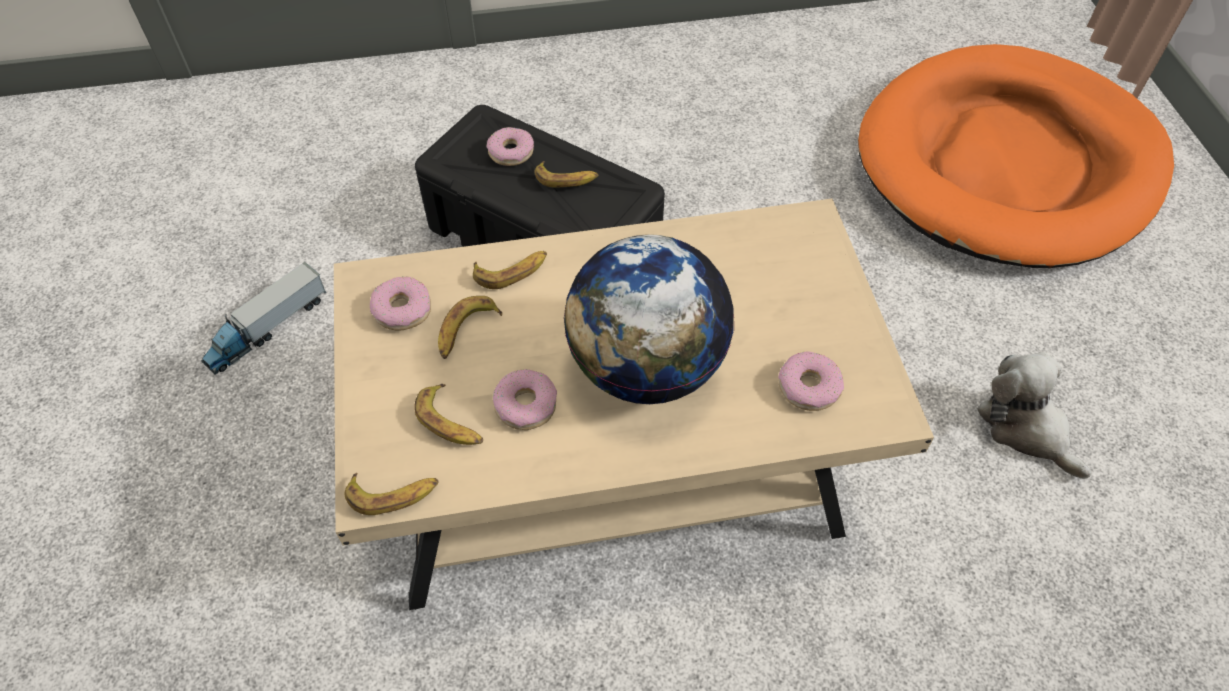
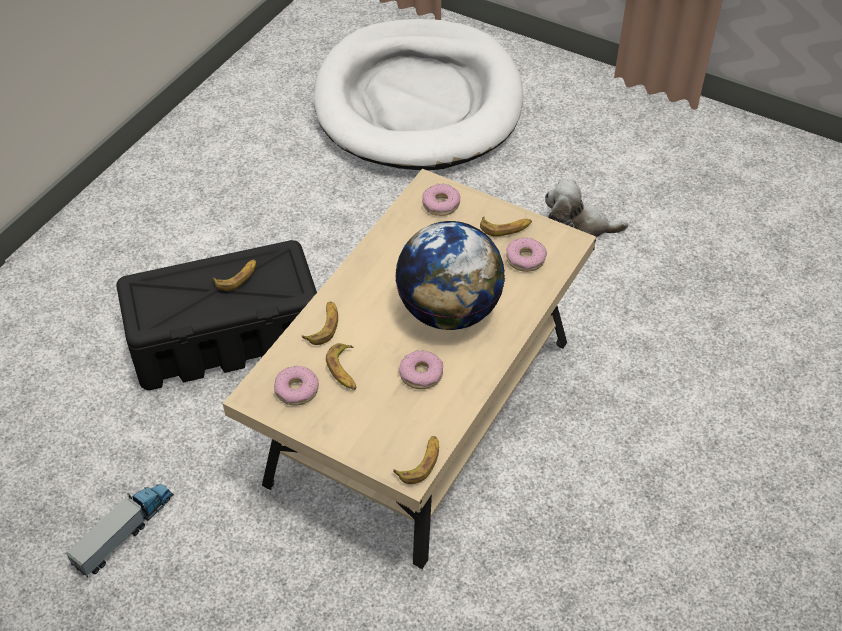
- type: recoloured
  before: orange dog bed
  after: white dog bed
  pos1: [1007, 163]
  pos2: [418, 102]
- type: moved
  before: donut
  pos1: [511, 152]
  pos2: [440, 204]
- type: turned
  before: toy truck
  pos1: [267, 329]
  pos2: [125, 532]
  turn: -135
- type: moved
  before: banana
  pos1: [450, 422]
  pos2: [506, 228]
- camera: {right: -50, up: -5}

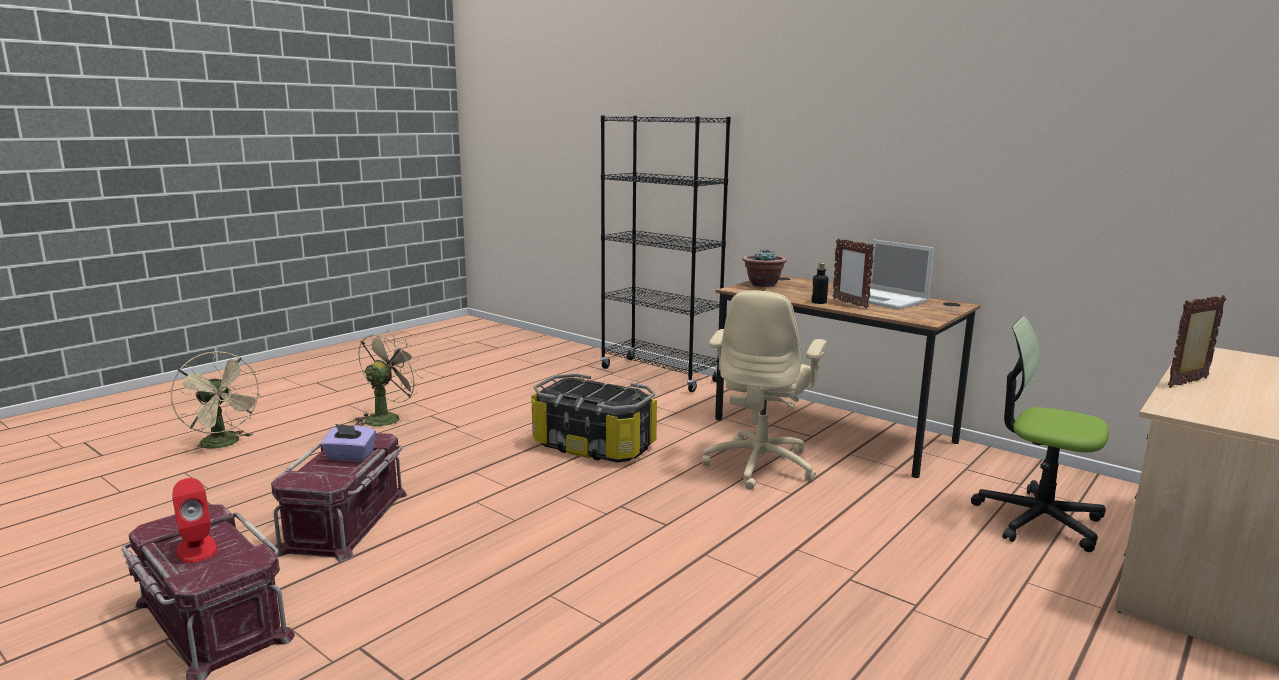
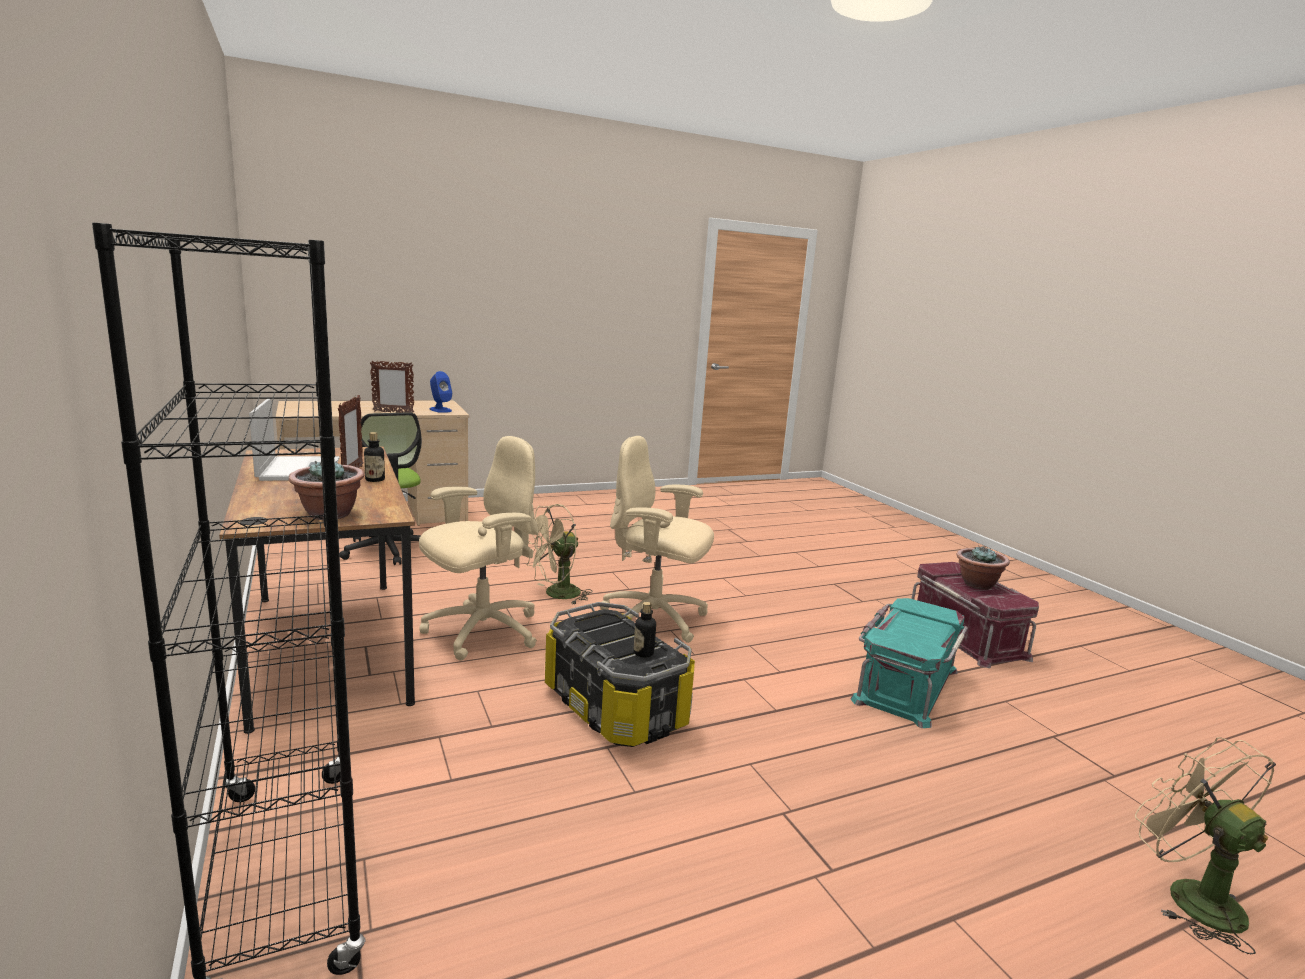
- type: moved
  before: beige fan
  pos1: [387, 418]
  pos2: [556, 595]
- type: removed
  before: purple tissue box
  pos1: [350, 456]
- type: recoloured
  before: red storage box
  after: turquoise storage box
  pos1: [346, 522]
  pos2: [904, 684]
- type: replaced
  before: red speaker
  after: potted plant
  pos1: [197, 549]
  pos2: [977, 584]
- type: added
  after: blue speaker
  pos2: [440, 410]
- type: added
  after: beige office chair
  pos2: [655, 620]
- type: added
  after: bottle
  pos2: [643, 653]
- camera: {right: -155, up: 0}

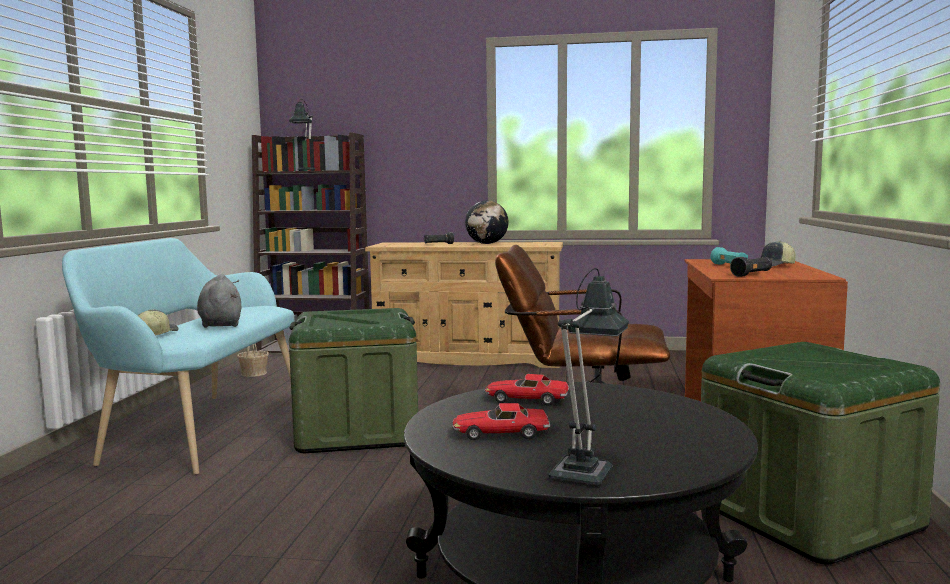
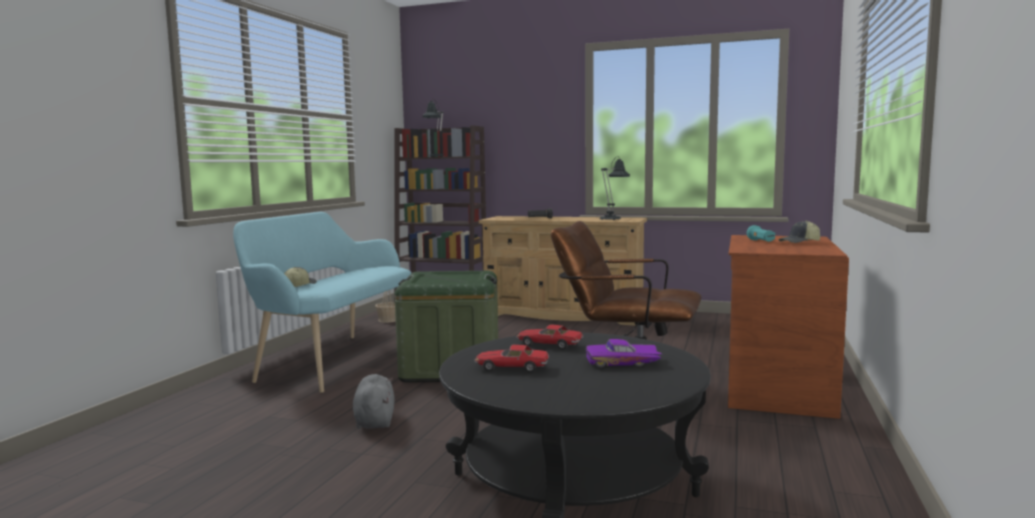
- type: removed
  before: globe
  pos1: [487, 243]
- type: removed
  before: black flashlight
  pos1: [752, 275]
- type: moved
  before: table lamp
  pos1: [585, 469]
  pos2: [612, 219]
- type: moved
  before: grey plush toy
  pos1: [220, 324]
  pos2: [374, 420]
- type: removed
  before: green storage box
  pos1: [808, 515]
- type: added
  after: purple toy car
  pos2: [623, 363]
- camera: {right: 10, up: 0}

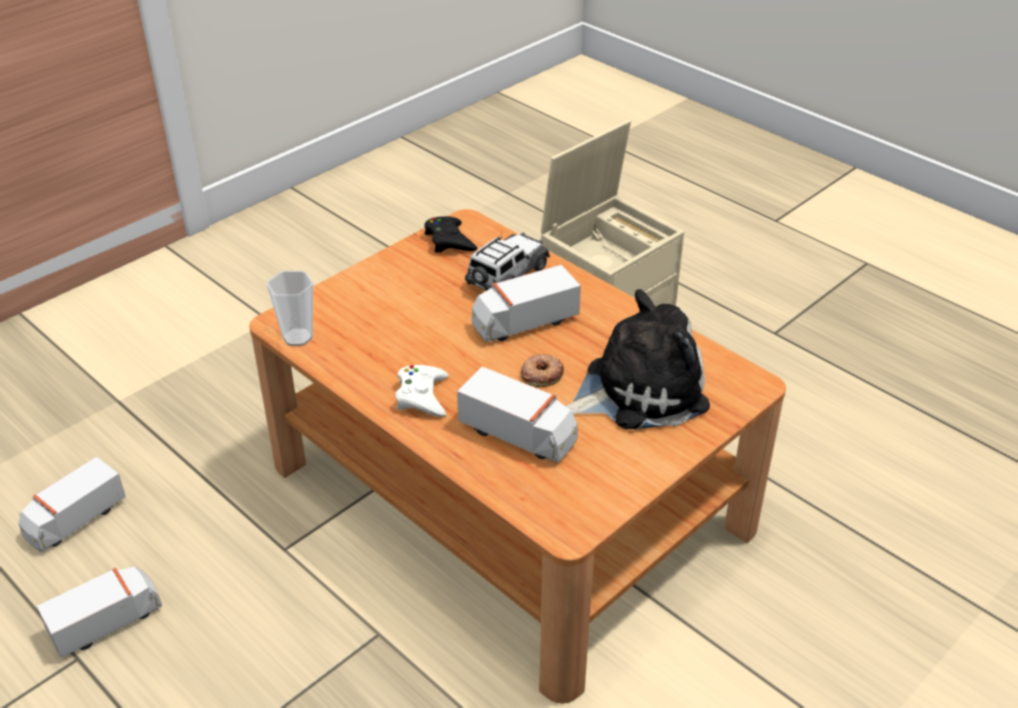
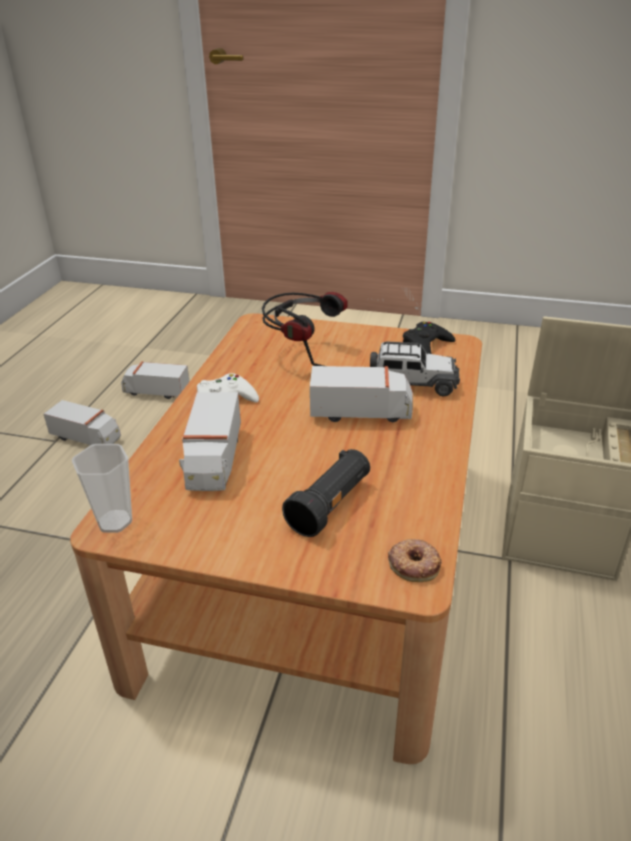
- type: turned
  before: toy truck
  pos1: [524, 323]
  pos2: [361, 412]
  turn: 150
- type: moved
  before: cup
  pos1: [297, 338]
  pos2: [114, 521]
- type: replaced
  before: plush toy
  after: black flashlight
  pos1: [637, 390]
  pos2: [330, 505]
- type: moved
  before: donut
  pos1: [541, 374]
  pos2: [414, 564]
- type: added
  after: headphones
  pos2: [302, 354]
- camera: {right: 60, up: -5}

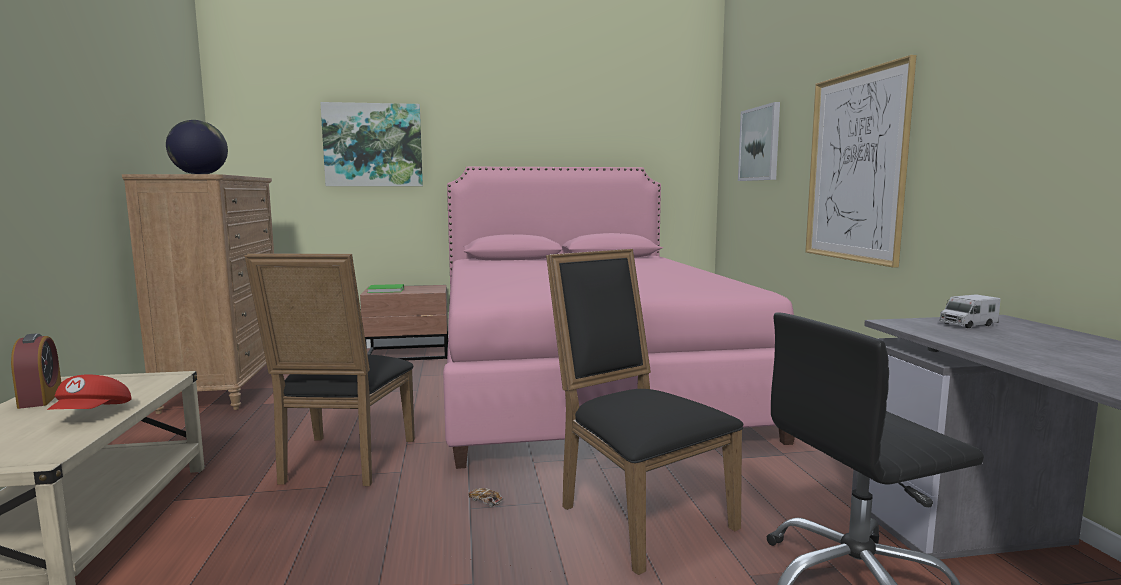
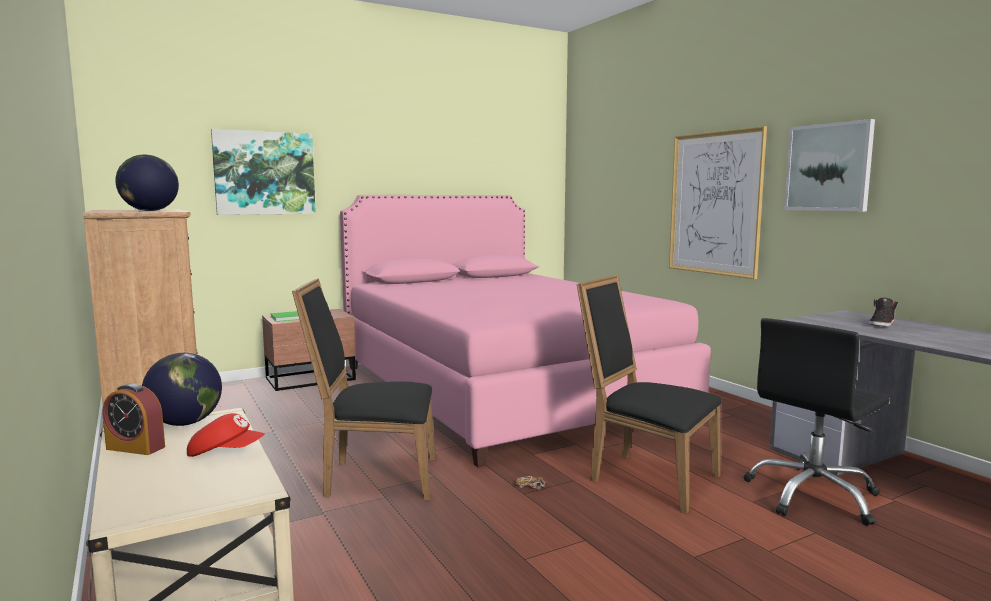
- type: moved
  before: picture
  pos1: [760, 144]
  pos2: [828, 167]
- type: turned
  before: black chair
  pos1: [342, 463]
  pos2: [375, 478]
  turn: 105
- type: removed
  before: toy truck
  pos1: [967, 324]
- type: turned
  before: alarm clock
  pos1: [40, 399]
  pos2: [135, 448]
  turn: 150
- type: turned
  before: red cap
  pos1: [93, 414]
  pos2: [226, 453]
  turn: -60
- type: added
  after: black shoe
  pos2: [882, 324]
- type: added
  after: globe
  pos2: [185, 423]
- camera: {right: -20, up: 0}

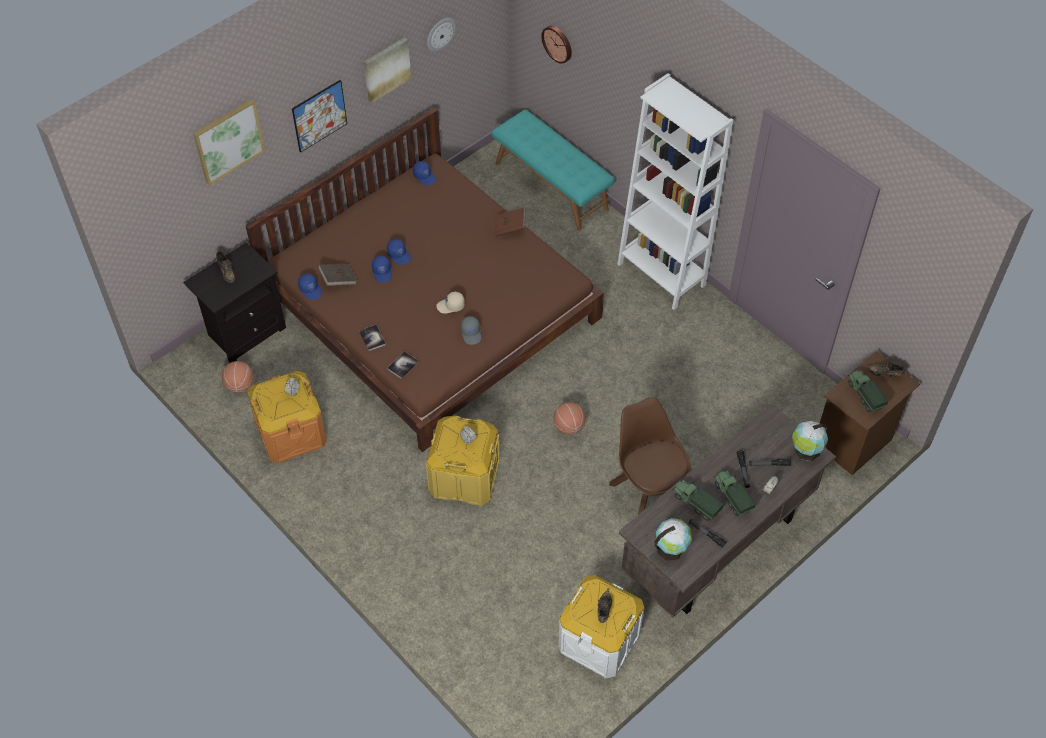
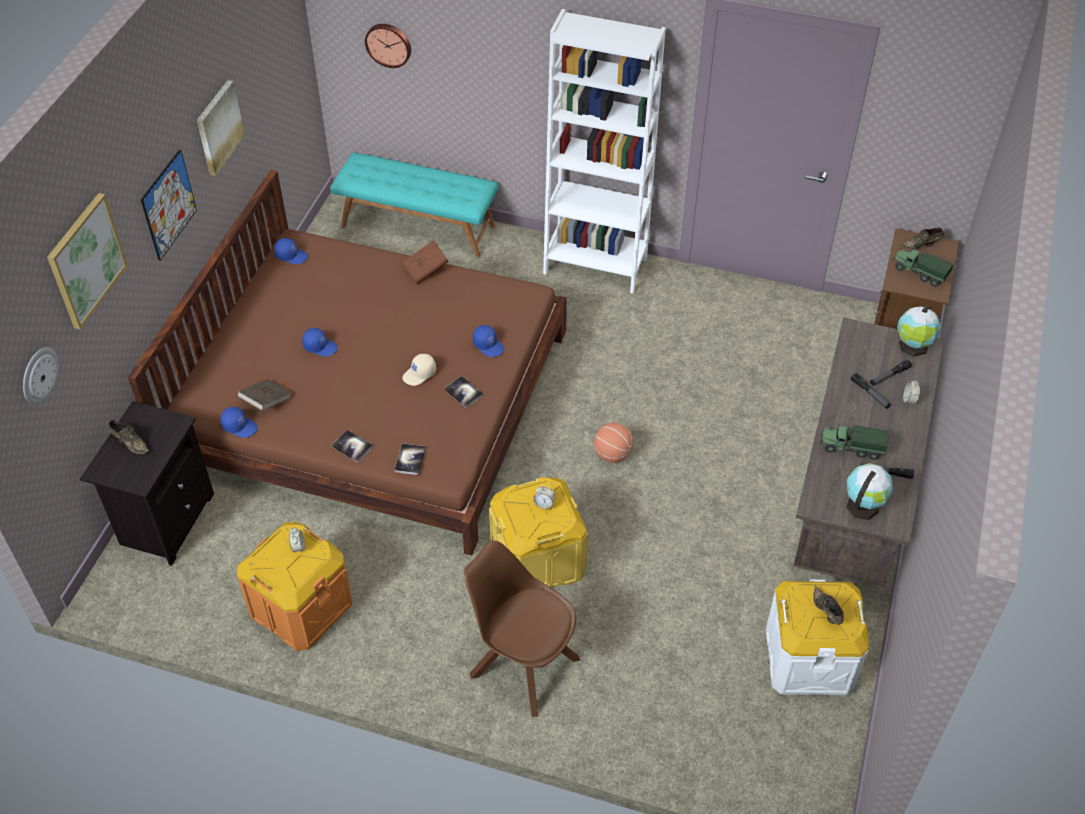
- type: moved
  before: wall clock
  pos1: [440, 34]
  pos2: [39, 375]
- type: moved
  before: blue cap
  pos1: [382, 272]
  pos2: [489, 345]
- type: replaced
  before: grey cap
  after: book
  pos1: [471, 333]
  pos2: [464, 392]
- type: removed
  before: basketball
  pos1: [240, 385]
- type: moved
  before: brown chair
  pos1: [647, 493]
  pos2: [522, 665]
- type: removed
  before: toy truck
  pos1: [732, 497]
- camera: {right: -30, up: -5}

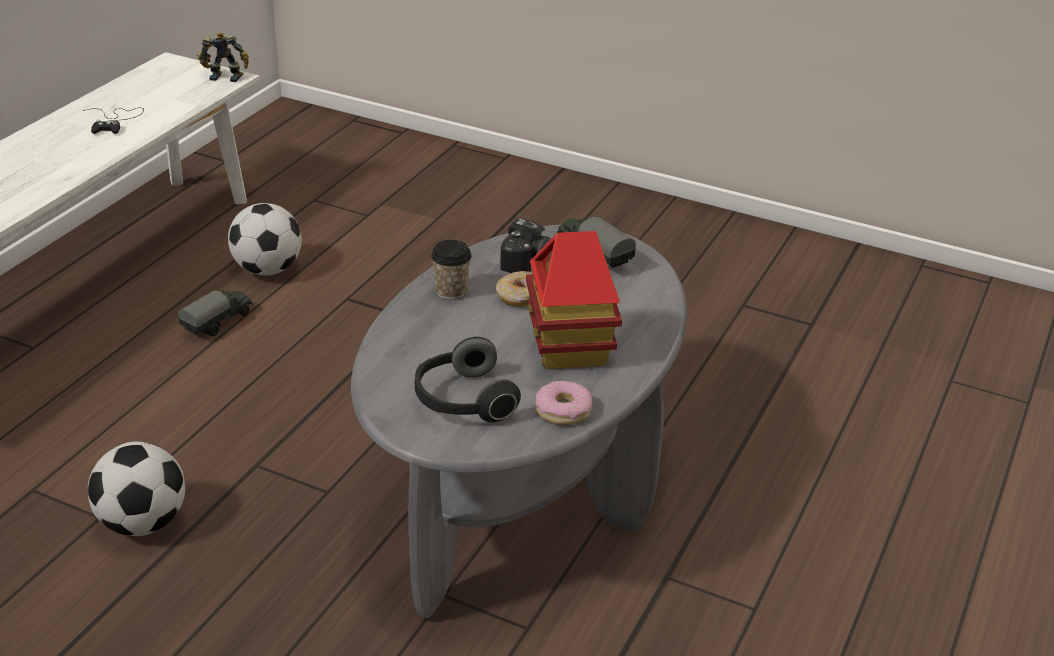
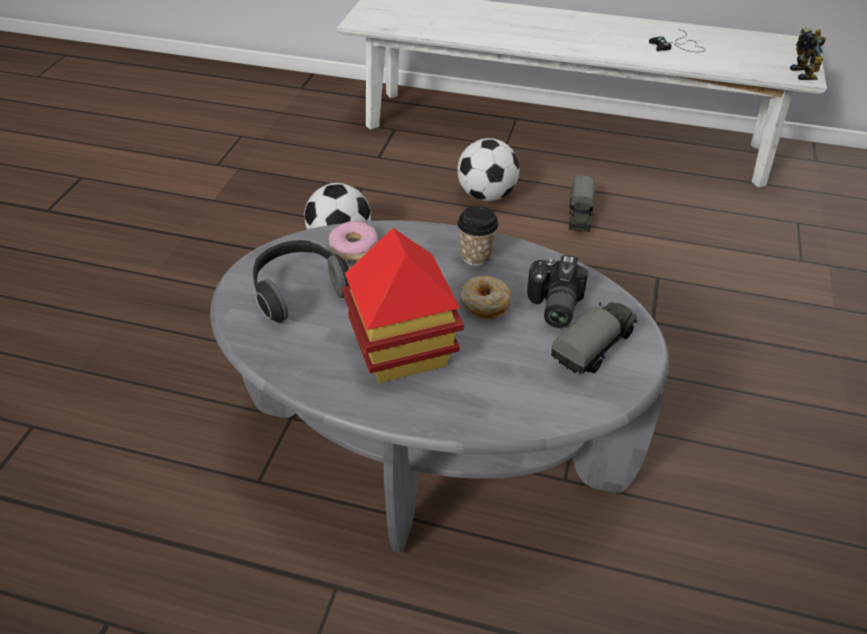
- type: moved
  before: football
  pos1: [267, 269]
  pos2: [486, 195]
- type: turned
  before: toy truck
  pos1: [218, 323]
  pos2: [579, 216]
  turn: 75
- type: moved
  before: donut
  pos1: [563, 410]
  pos2: [353, 247]
- camera: {right: 80, up: 10}

